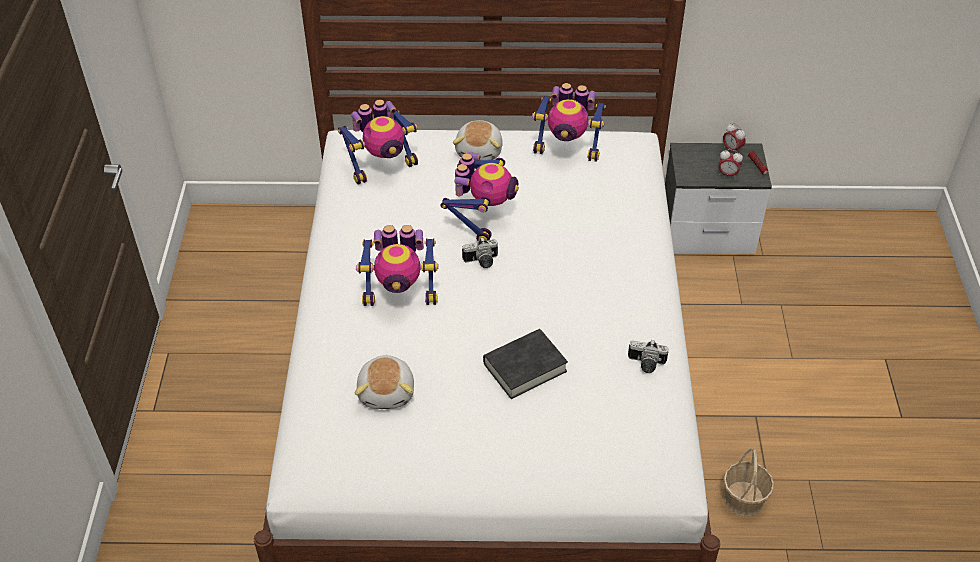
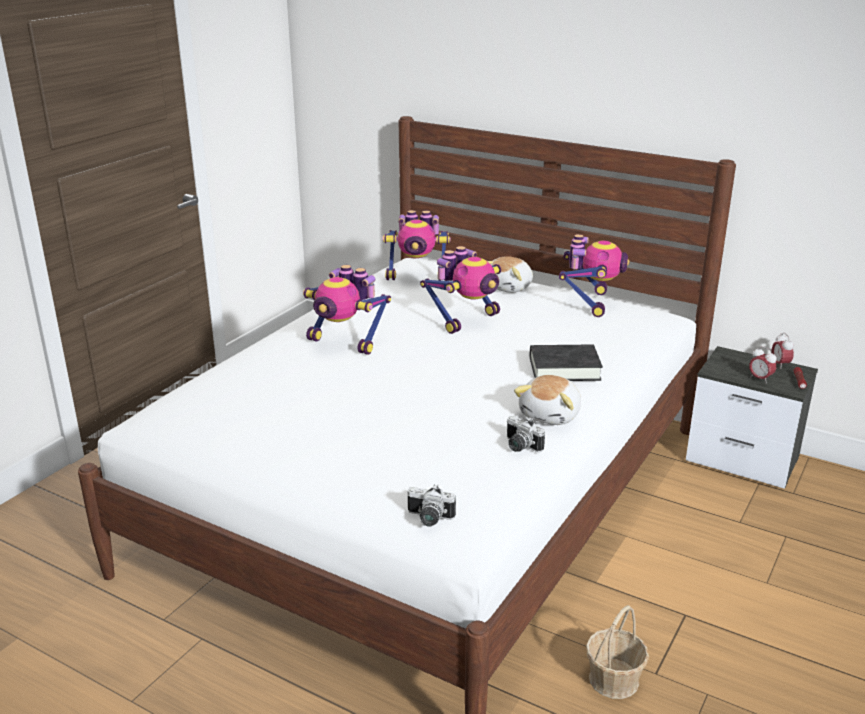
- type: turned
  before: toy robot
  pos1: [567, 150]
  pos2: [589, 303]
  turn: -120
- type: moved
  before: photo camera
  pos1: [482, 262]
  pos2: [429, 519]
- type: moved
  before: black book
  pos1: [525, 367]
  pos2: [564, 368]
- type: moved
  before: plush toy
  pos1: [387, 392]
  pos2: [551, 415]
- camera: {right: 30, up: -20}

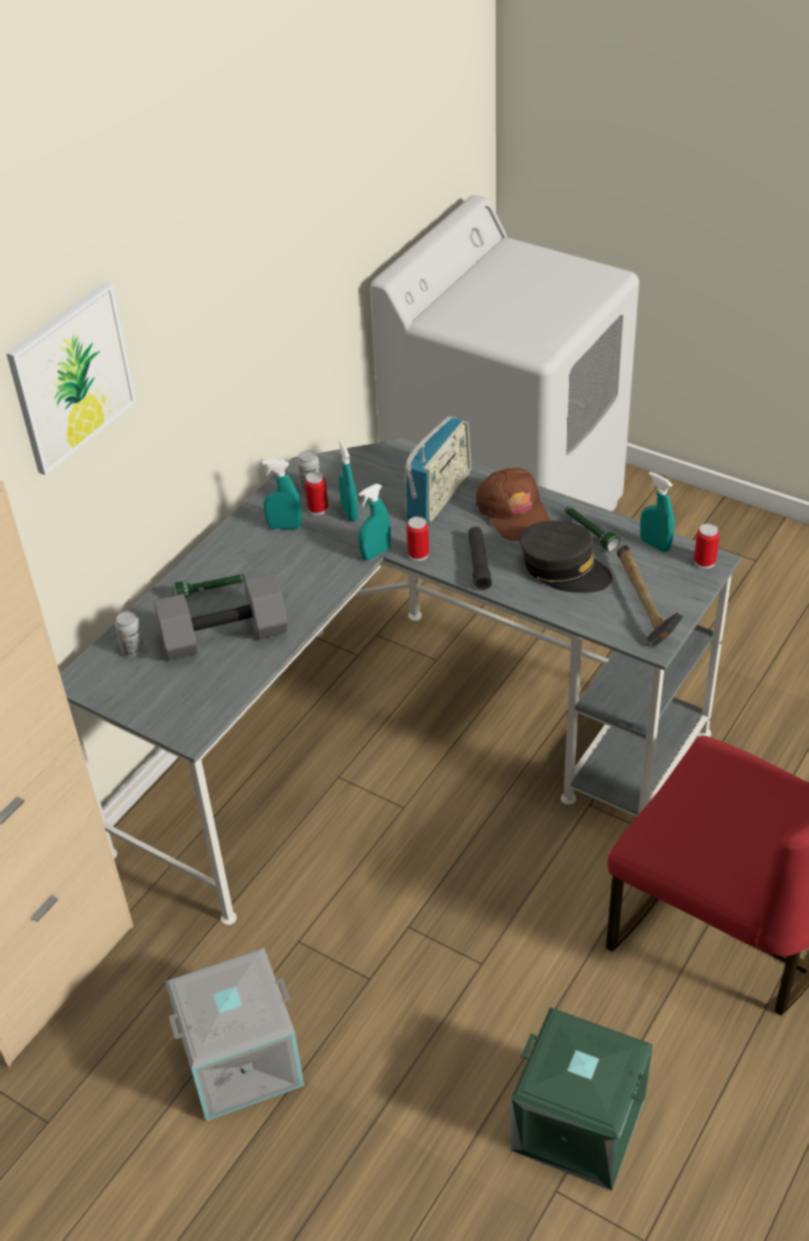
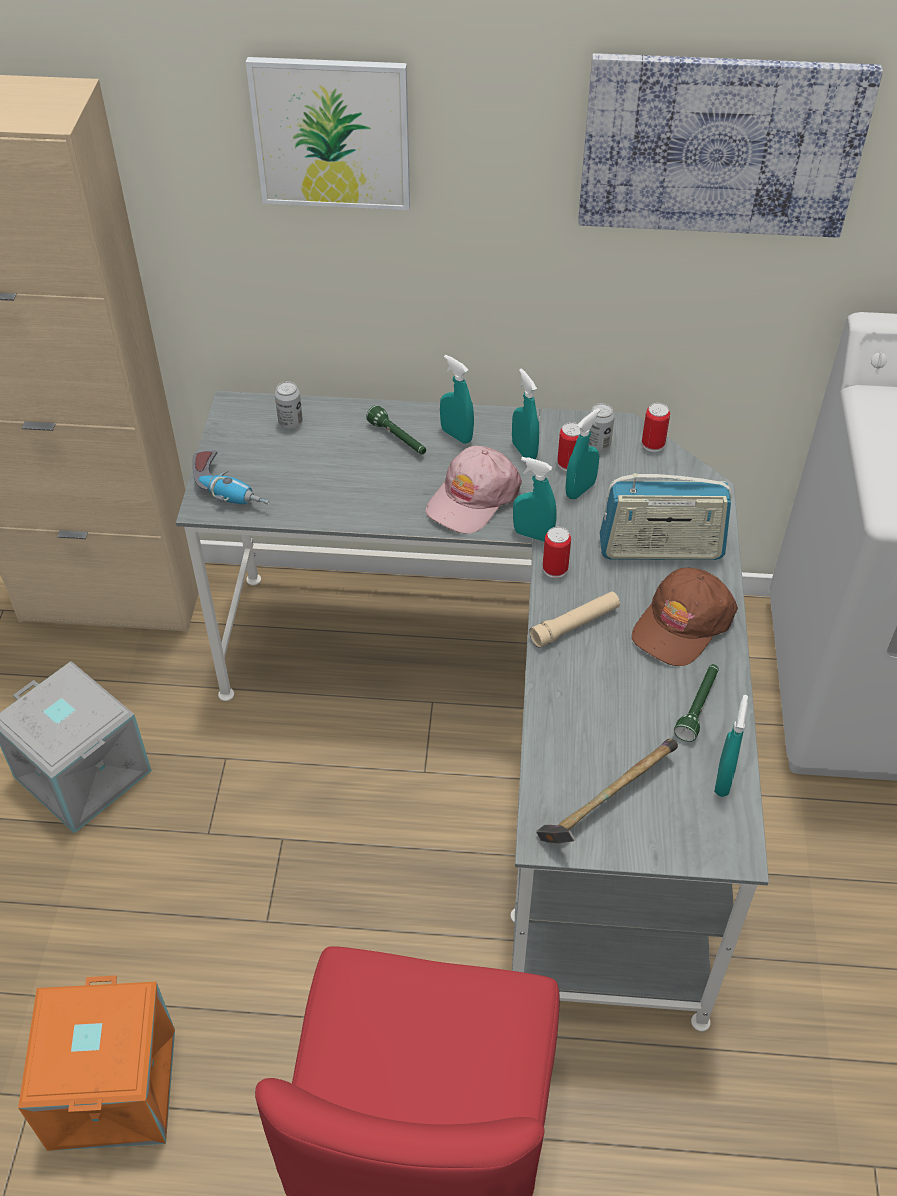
- type: removed
  before: grey cap
  pos1: [564, 569]
- type: moved
  before: can
  pos1: [704, 562]
  pos2: [653, 444]
- type: recoloured
  before: black flashlight
  after: beige flashlight
  pos1: [479, 563]
  pos2: [575, 625]
- type: removed
  before: grey dumbbell
  pos1: [225, 635]
- type: recoloured
  before: green storage box
  after: orange storage box
  pos1: [576, 1126]
  pos2: [110, 1087]
- type: added
  after: picture
  pos2: [721, 145]
- type: added
  after: turquoise spray bottle
  pos2: [456, 435]
- type: added
  after: pink cap
  pos2: [472, 498]
- type: added
  after: power drill
  pos2: [231, 489]
- camera: {right: 60, up: 5}

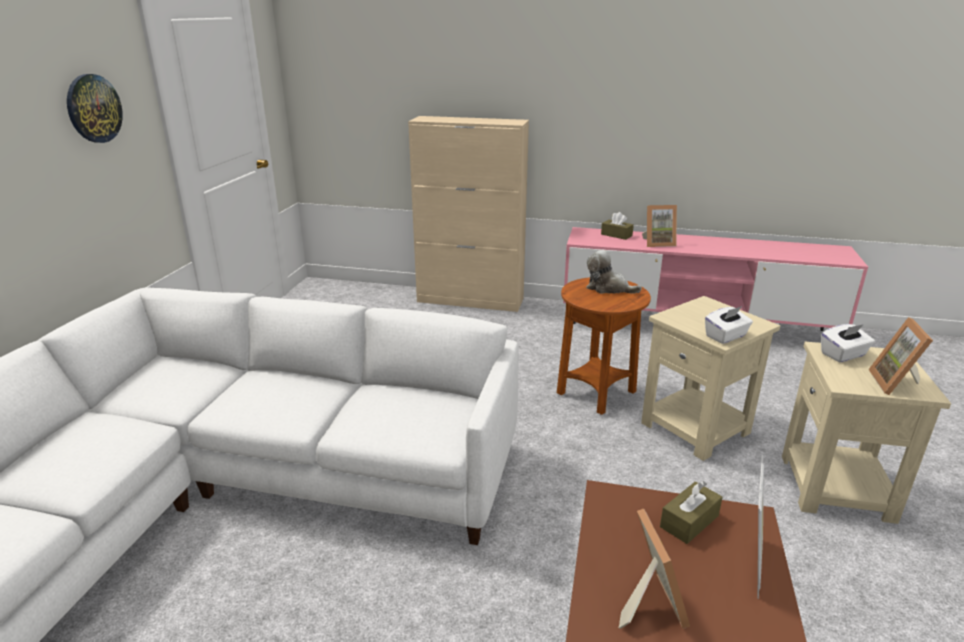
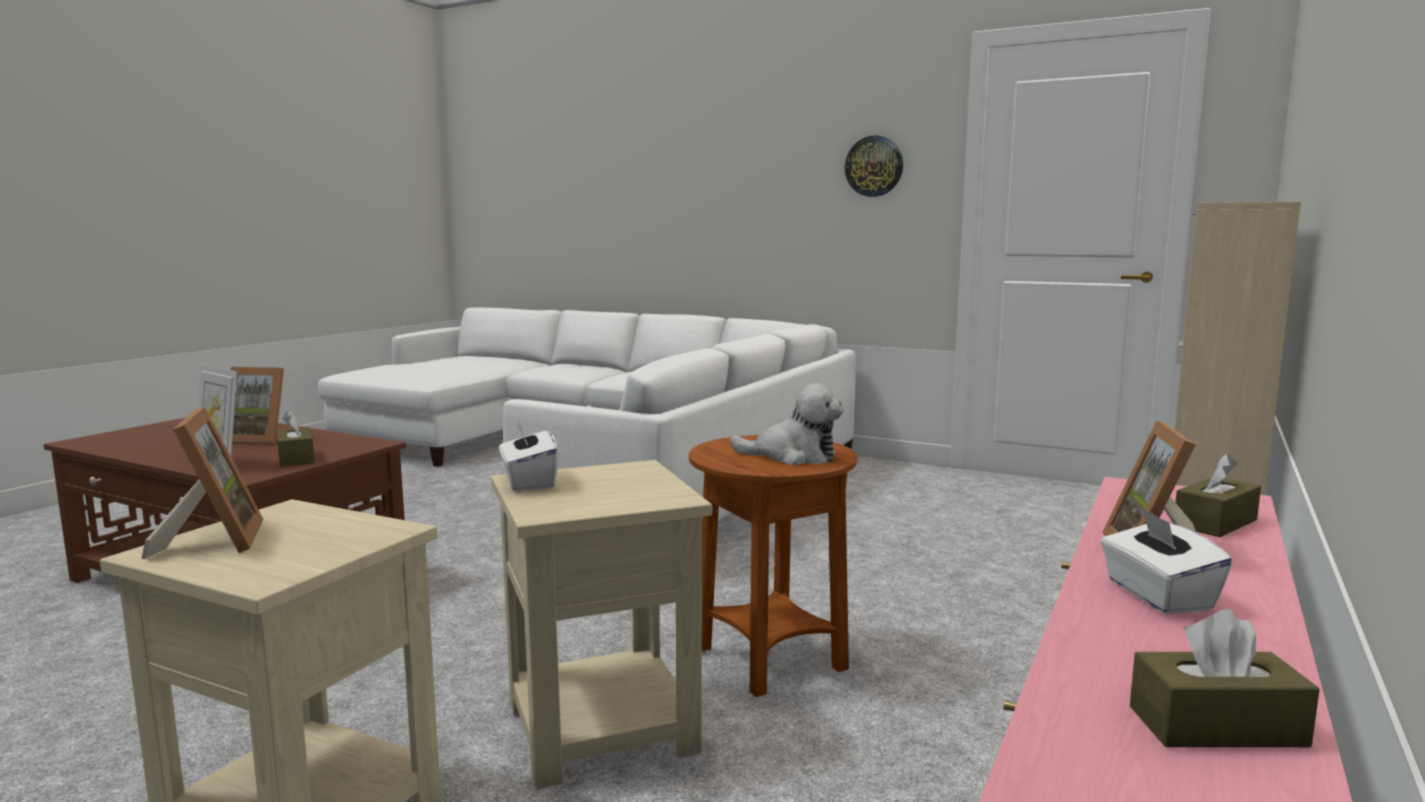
- type: turned
  before: plush toy
  pos1: [608, 288]
  pos2: [793, 456]
  turn: 60
- type: turned
  before: picture frame
  pos1: [897, 384]
  pos2: [213, 541]
  turn: 45
- type: moved
  before: white tissue box
  pos1: [843, 355]
  pos2: [1157, 596]
- type: added
  after: brown tissue box
  pos2: [1216, 726]
- camera: {right: 105, up: -15}

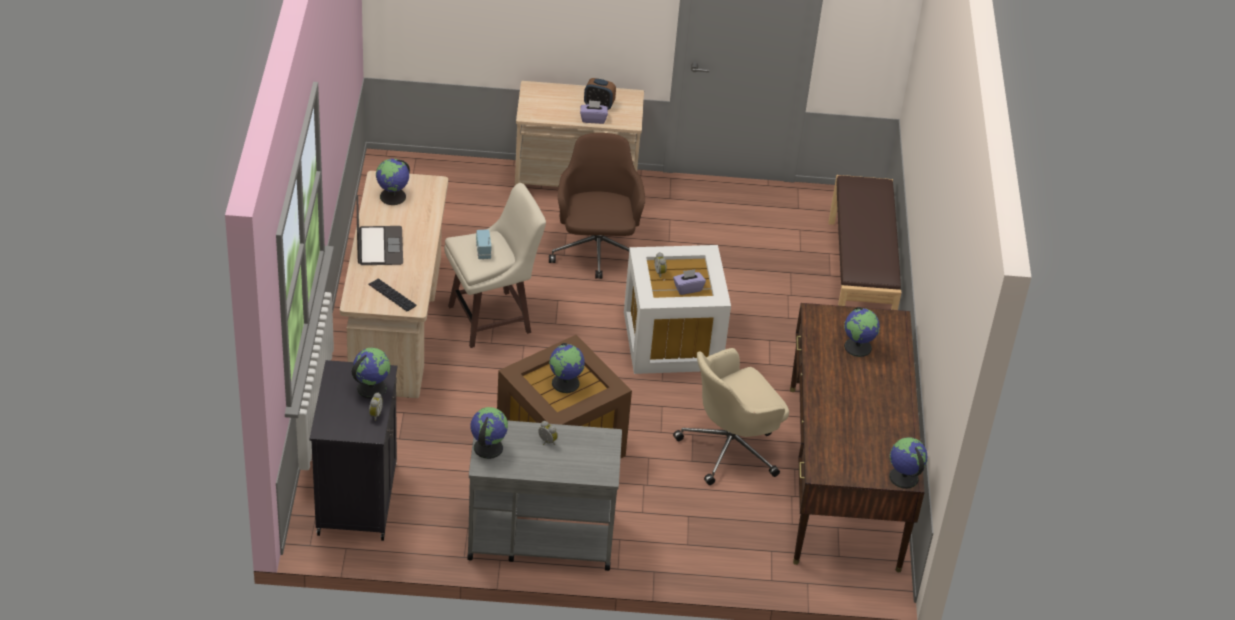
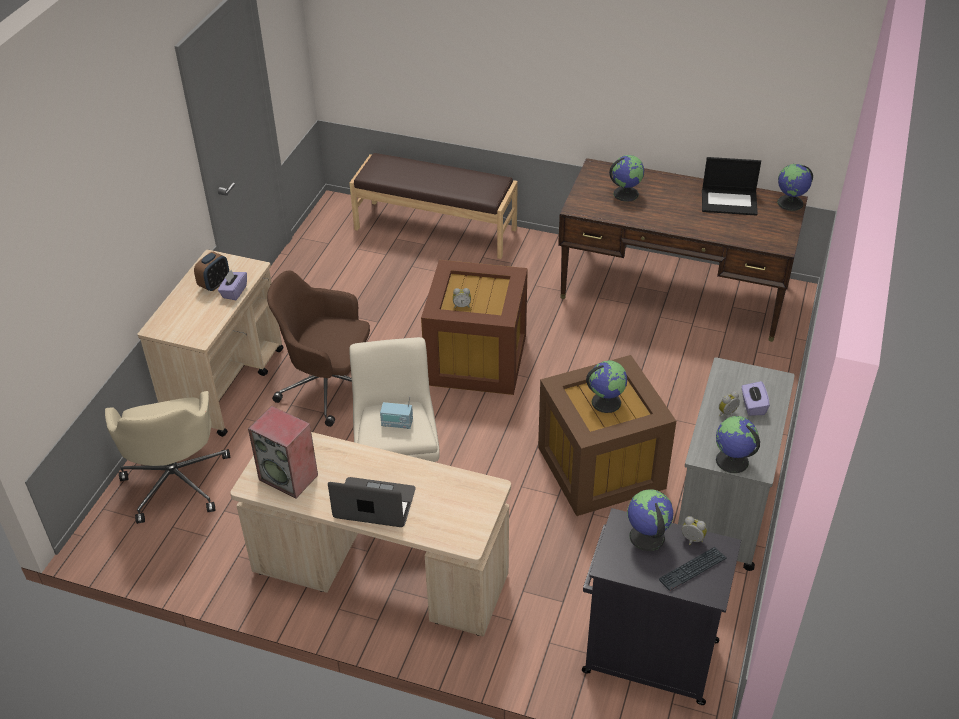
- type: replaced
  before: globe
  after: speaker
  pos1: [393, 197]
  pos2: [289, 477]
- type: recoloured
  before: white storage box
  after: brown storage box
  pos1: [674, 342]
  pos2: [478, 358]
- type: moved
  before: purple tissue box
  pos1: [688, 288]
  pos2: [753, 406]
- type: moved
  before: keyboard
  pos1: [392, 295]
  pos2: [692, 569]
- type: moved
  before: beige office chair
  pos1: [731, 448]
  pos2: [176, 481]
- type: added
  after: laptop
  pos2: [729, 201]
- camera: {right: -70, up: 0}

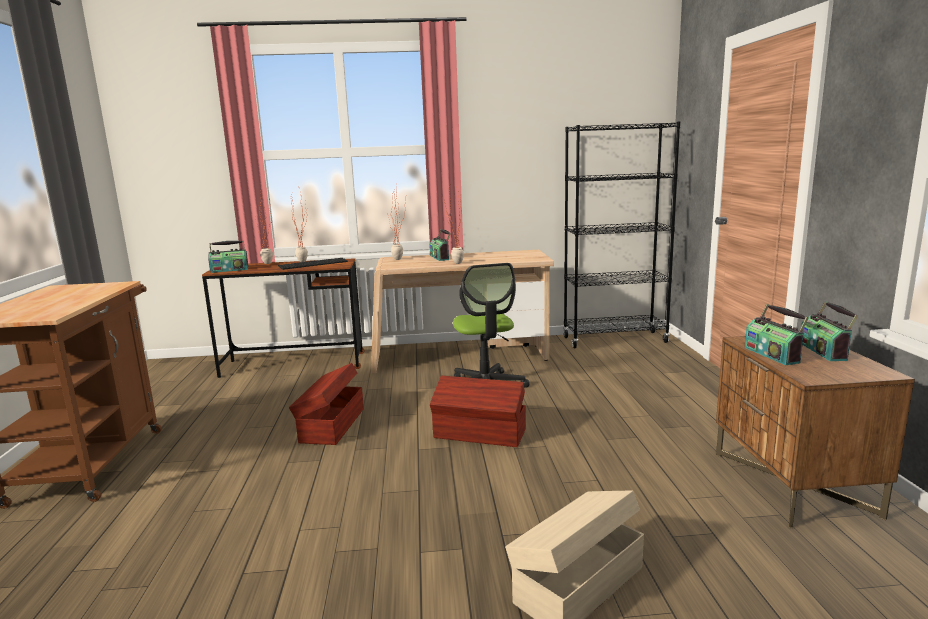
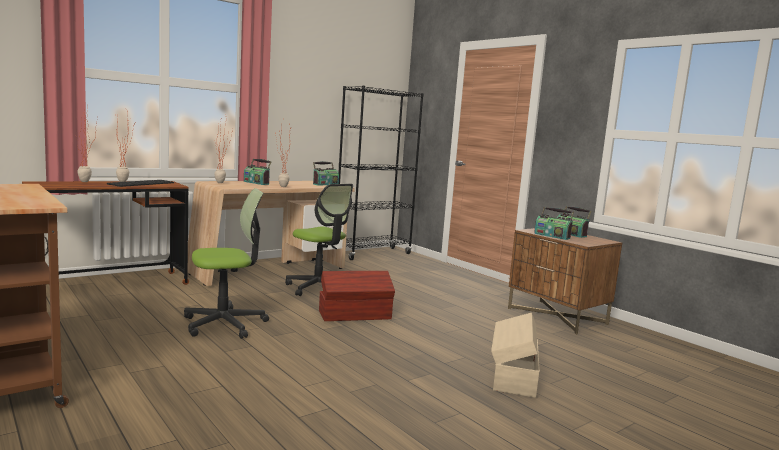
- type: moved
  before: radio
  pos1: [229, 270]
  pos2: [325, 184]
- type: replaced
  before: brown storage box
  after: office chair
  pos1: [331, 425]
  pos2: [225, 324]
- camera: {right: -35, up: -5}

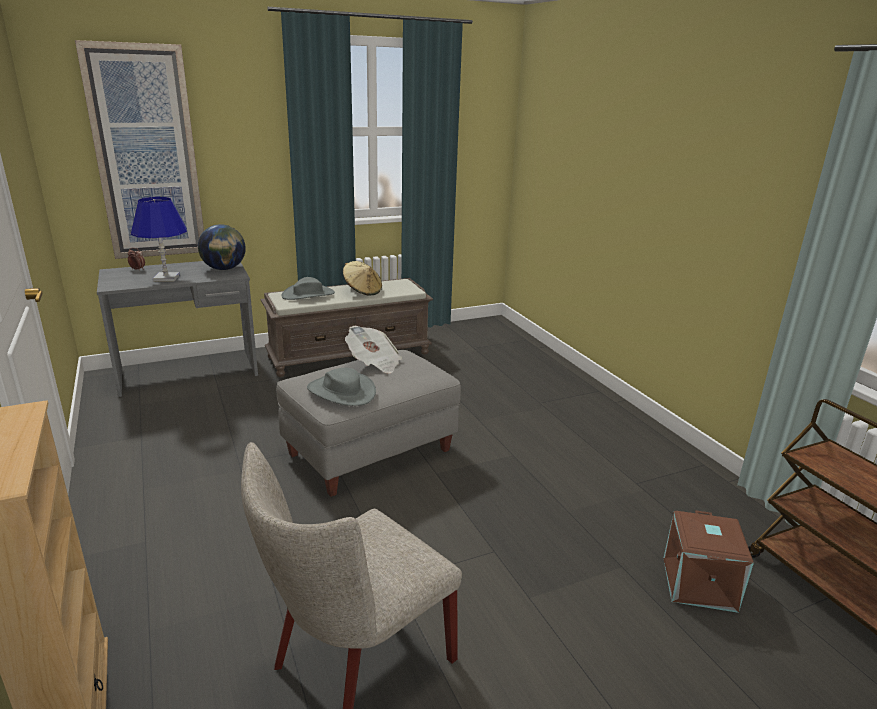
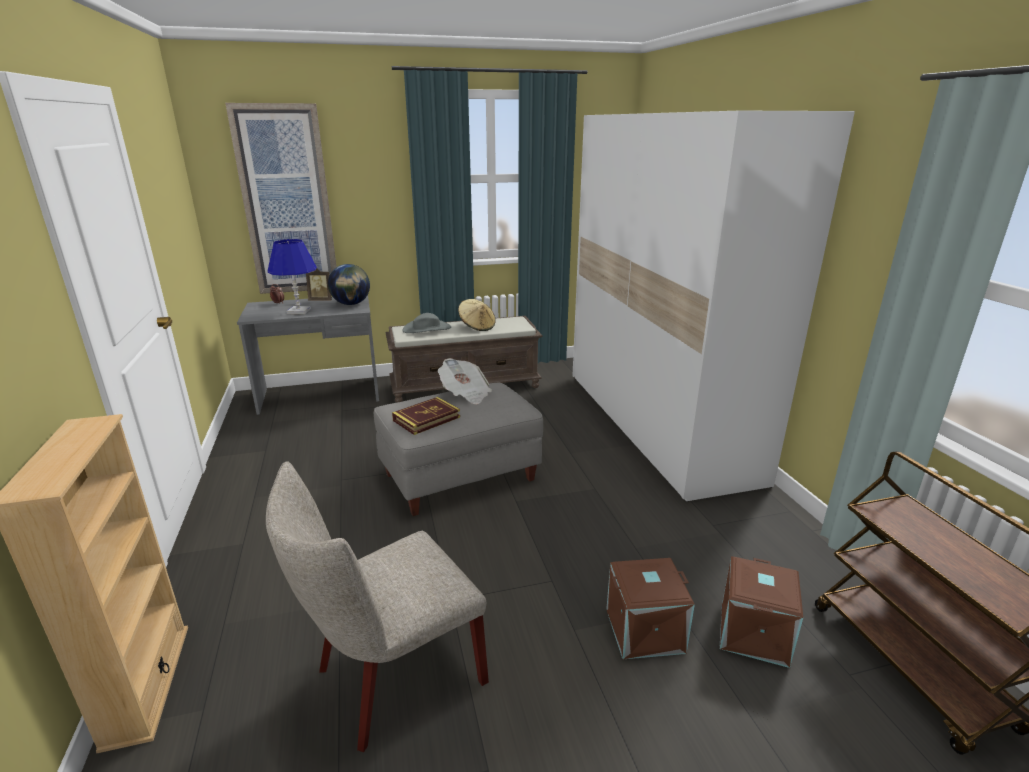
- type: replaced
  before: grey hat
  after: book
  pos1: [341, 391]
  pos2: [426, 419]
- type: added
  after: white wardrobe
  pos2: [655, 423]
- type: added
  after: picture frame
  pos2: [321, 300]
- type: added
  after: brown storage box
  pos2: [644, 632]
- camera: {right: 10, up: 0}

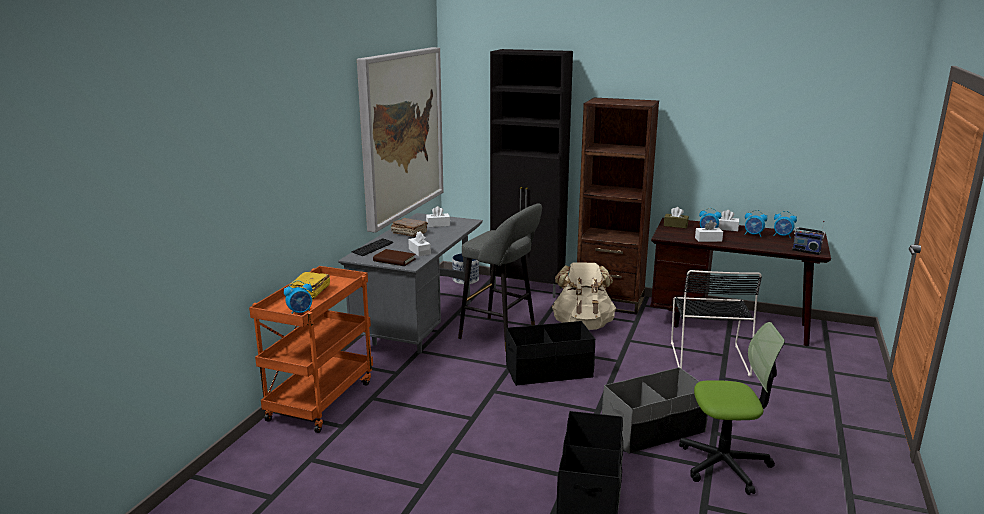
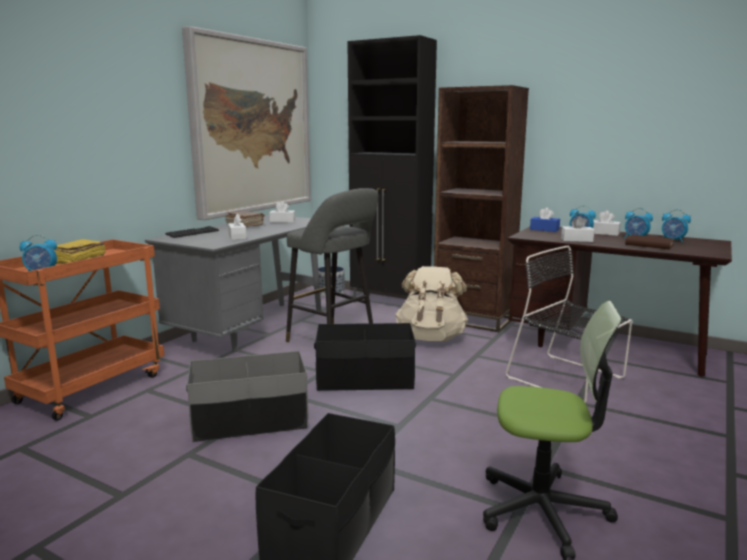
- type: recoloured
  before: brown tissue box
  after: blue tissue box
  pos1: [675, 225]
  pos2: [544, 229]
- type: removed
  before: radio
  pos1: [806, 251]
- type: moved
  before: brown book
  pos1: [394, 260]
  pos2: [649, 245]
- type: turned
  before: black chair
  pos1: [708, 357]
  pos2: [568, 379]
  turn: 120
- type: moved
  before: grey storage box
  pos1: [653, 430]
  pos2: [250, 421]
- camera: {right: 10, up: -5}

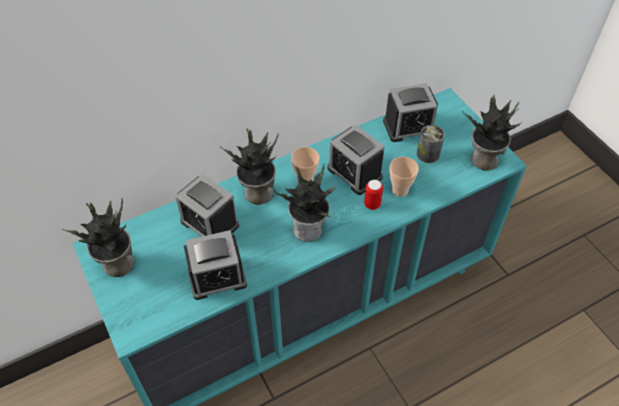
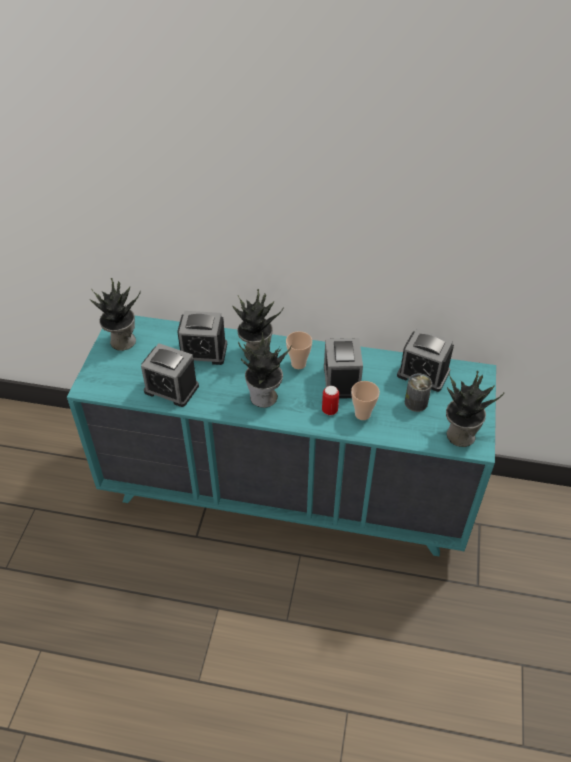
- type: turned
  before: alarm clock
  pos1: [209, 223]
  pos2: [203, 352]
  turn: -75
- camera: {right: 40, up: -5}

